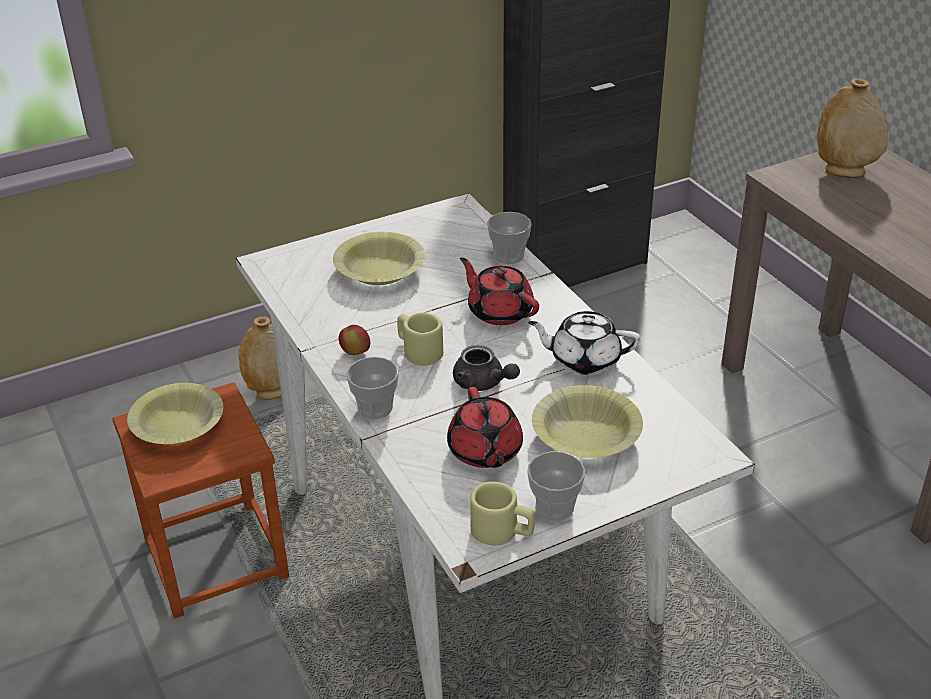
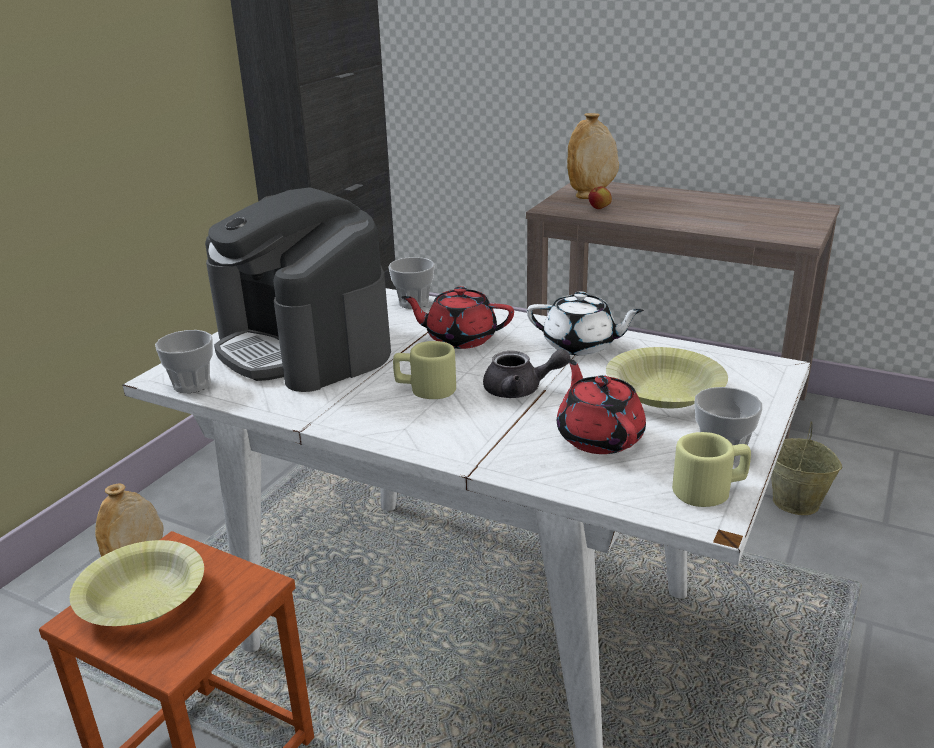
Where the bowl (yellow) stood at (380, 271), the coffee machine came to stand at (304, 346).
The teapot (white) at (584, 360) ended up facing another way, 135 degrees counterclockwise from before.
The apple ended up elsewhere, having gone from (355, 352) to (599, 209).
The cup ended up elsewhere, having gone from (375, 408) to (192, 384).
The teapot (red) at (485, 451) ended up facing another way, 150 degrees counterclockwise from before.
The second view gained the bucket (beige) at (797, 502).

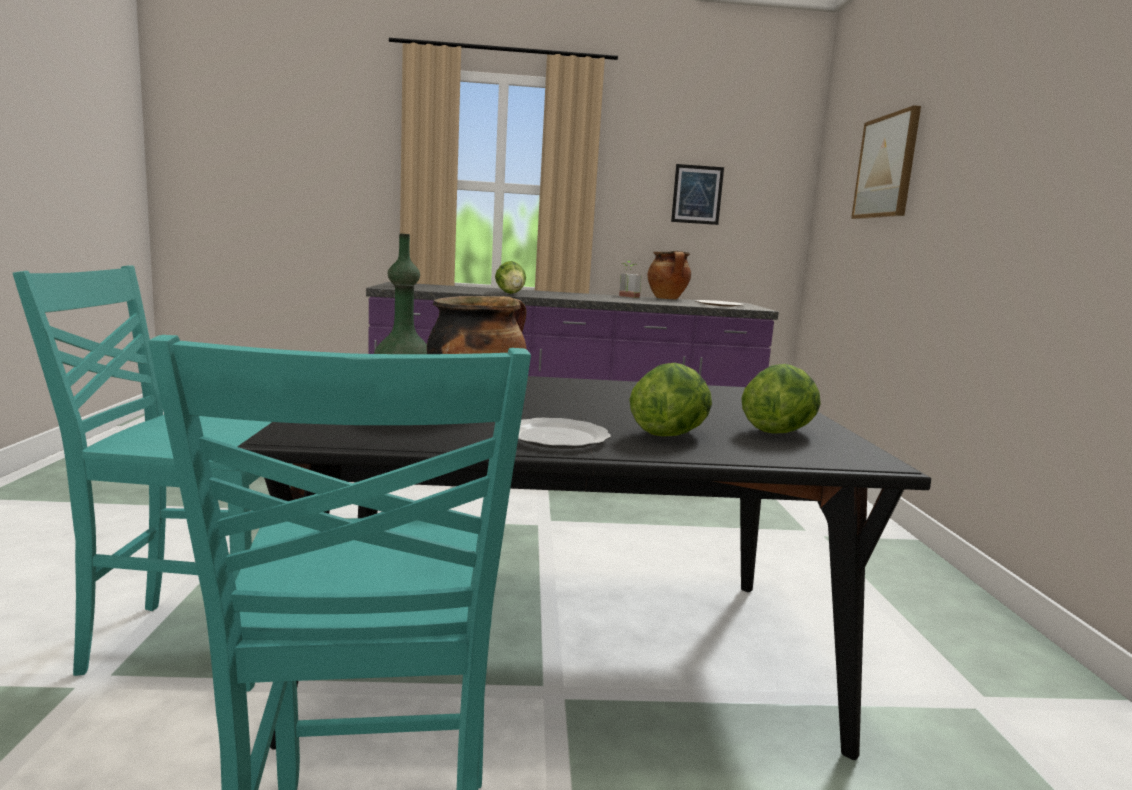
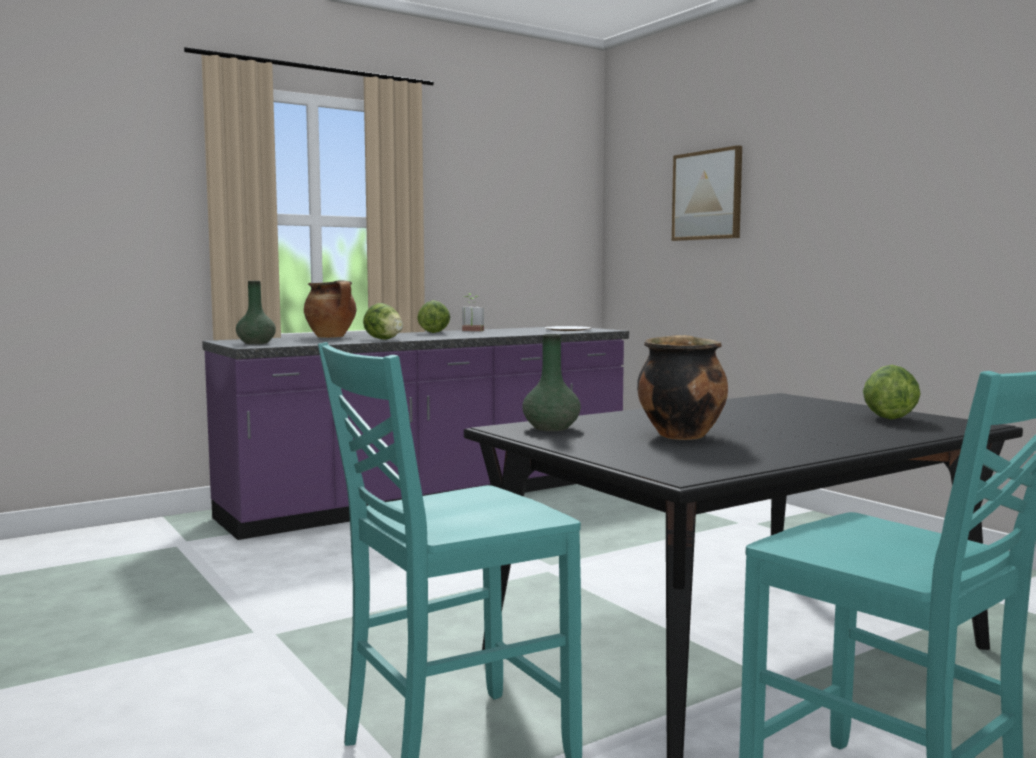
The second view lost the picture at (697, 194).
The cooking pot ended up elsewhere, having gone from (667, 299) to (332, 337).
The lettuce ended up elsewhere, having gone from (670, 434) to (434, 333).
The second view lost the plate at (556, 438).

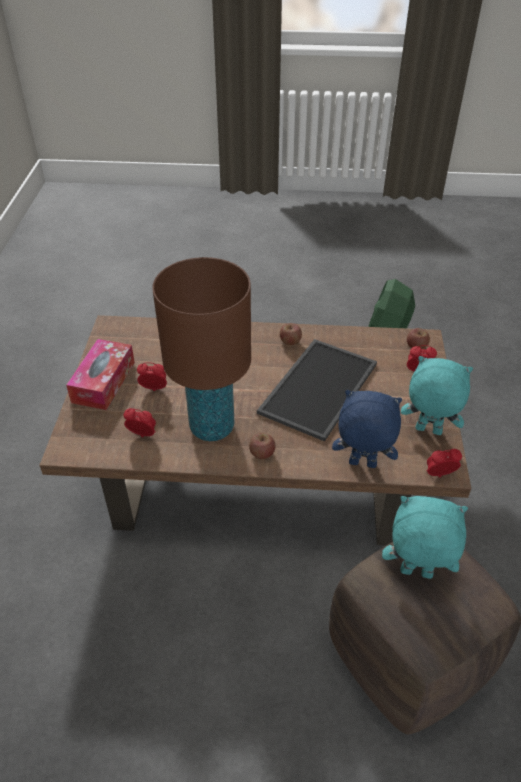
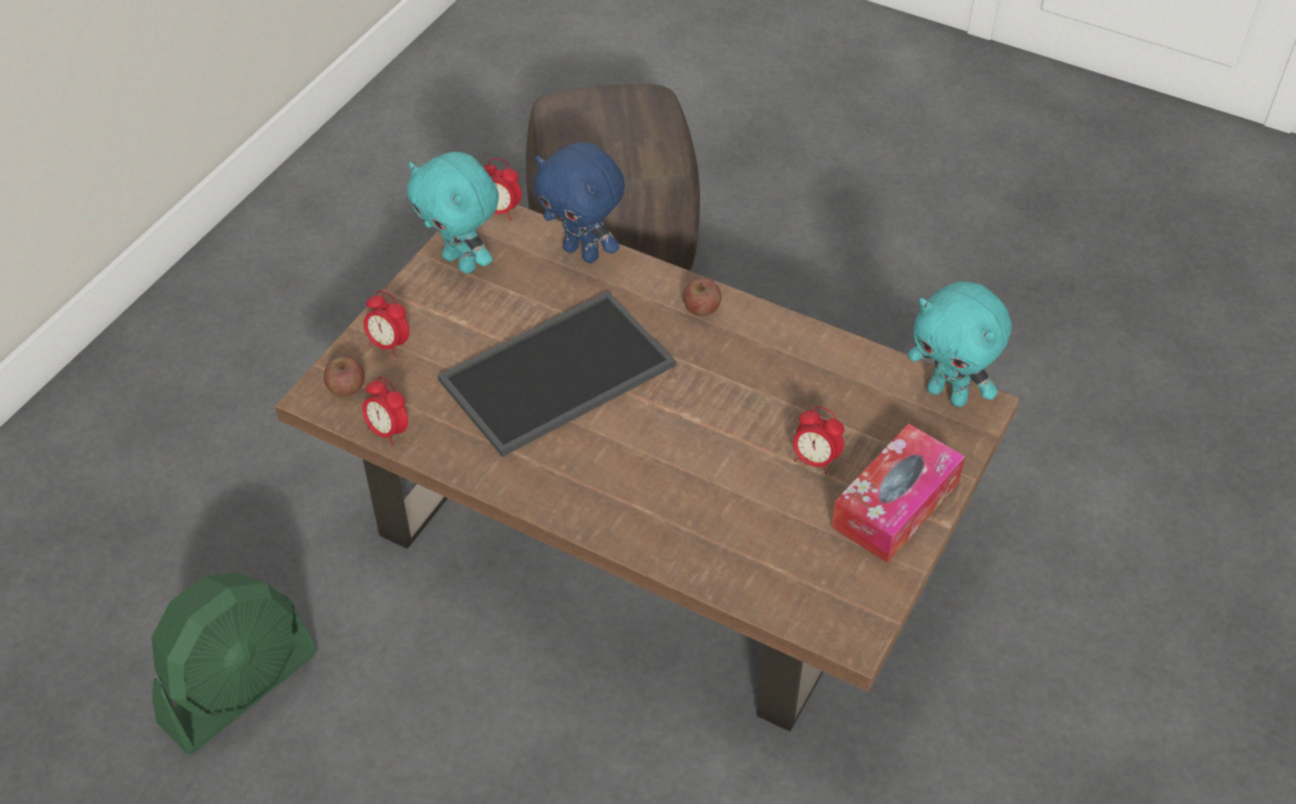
The second view lost the table lamp (brown) at (212, 427).
The second view lost the apple at (290, 341).
The alarm clock ended up elsewhere, having gone from (142, 435) to (388, 431).
The plush toy (turquoise) ended up elsewhere, having gone from (415, 574) to (948, 394).

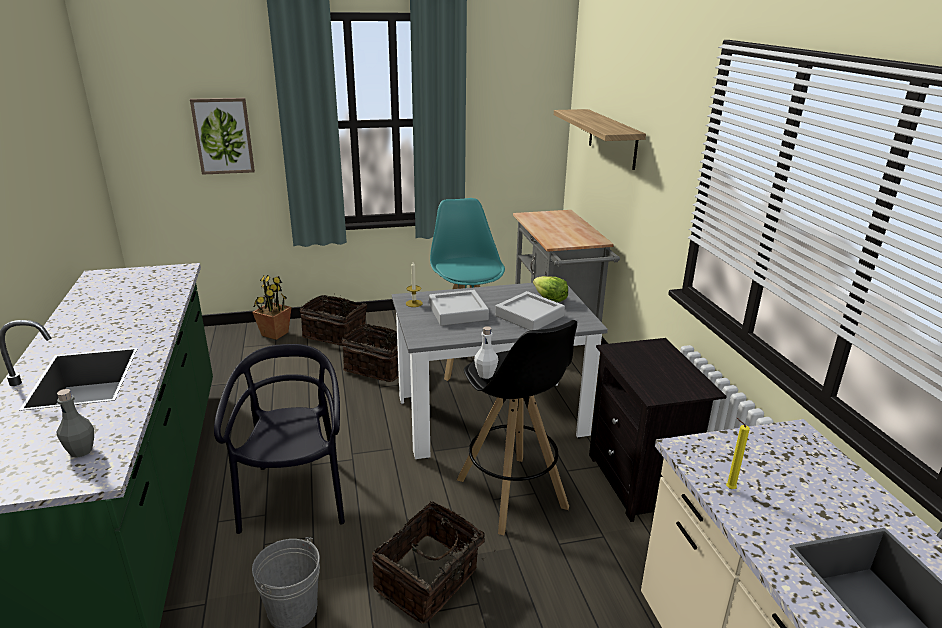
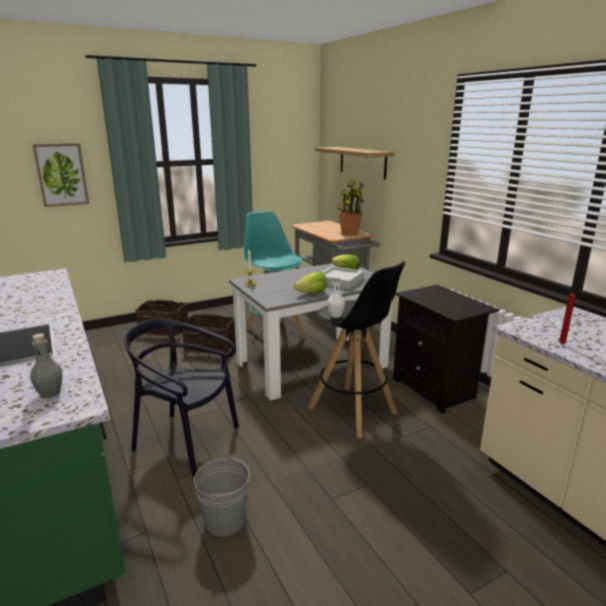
The potted plant ended up elsewhere, having gone from (274, 334) to (349, 234).
The second view lost the tray (grey) at (458, 312).
The chair (black) at (295, 496) ended up facing another way, 45 degrees counterclockwise from before.
What was the candle (yellow) at (728, 488) turned into the candle (red) at (560, 344).
The second view lost the basket at (429, 581).
The second view gained the lettuce at (312, 293).

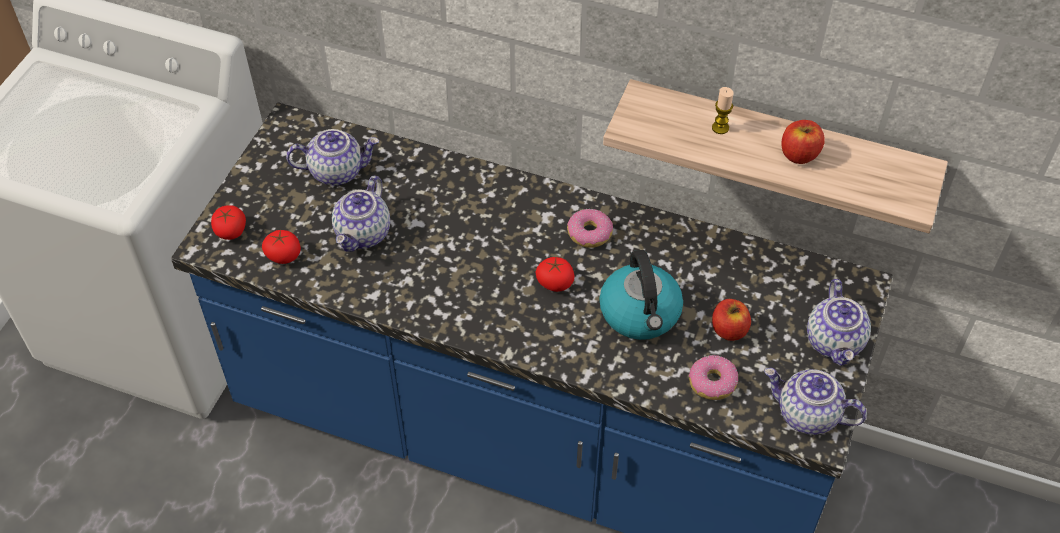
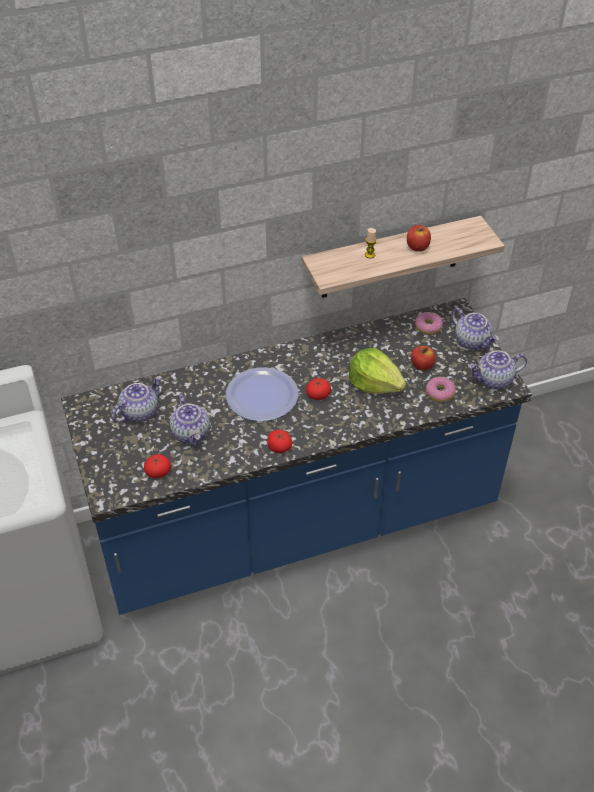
The tomato ended up elsewhere, having gone from (230, 231) to (279, 447).
The donut ended up elsewhere, having gone from (589, 233) to (428, 327).
Where the kettle stood at (640, 314), the lettuce came to stand at (374, 383).
The second view gained the plate at (262, 396).

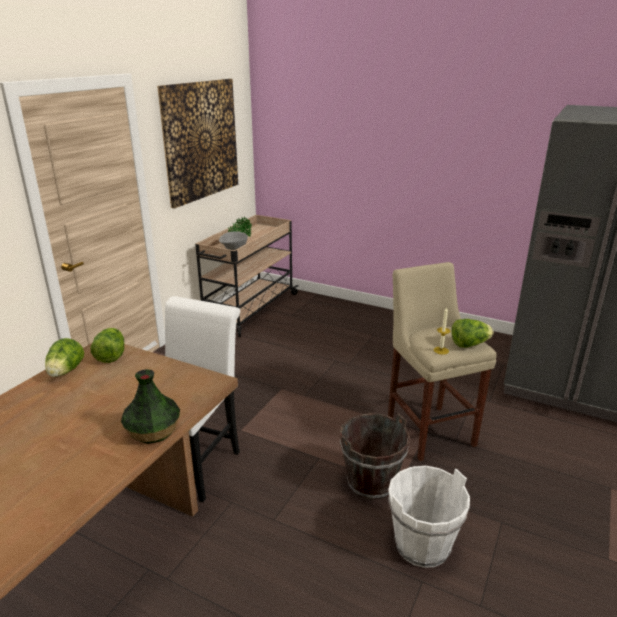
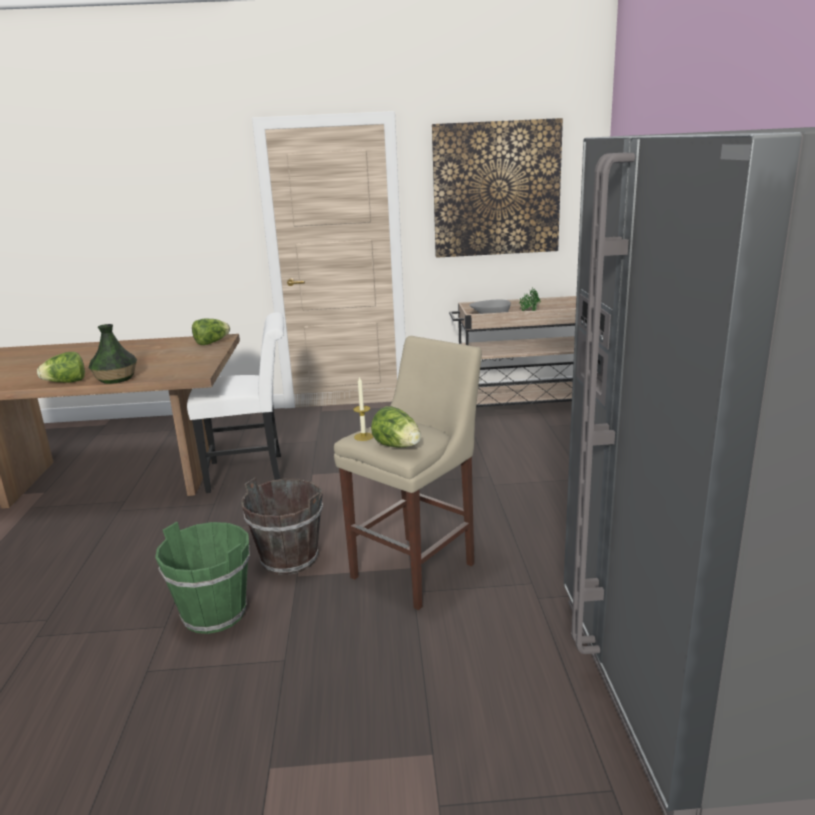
The lettuce ended up elsewhere, having gone from (66, 372) to (66, 382).
What was the bucket (white) at (422, 544) turned into the bucket (green) at (215, 613).

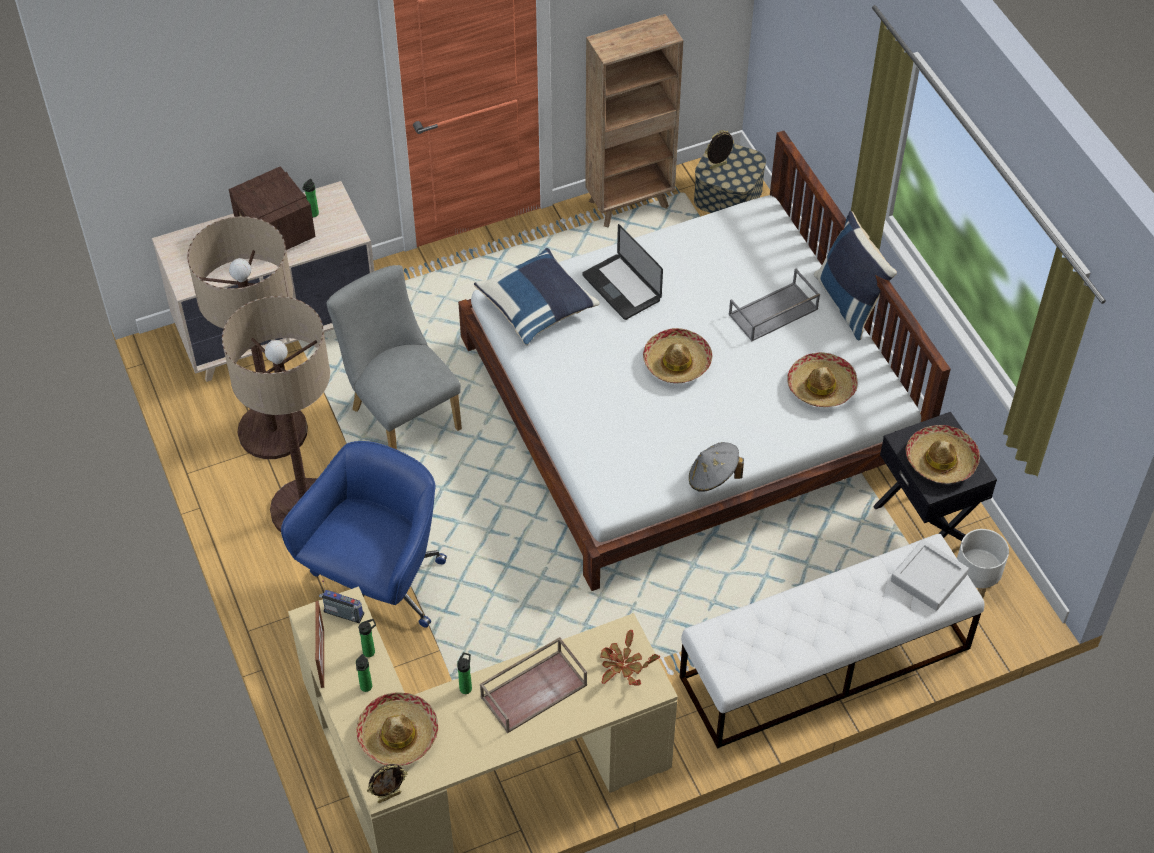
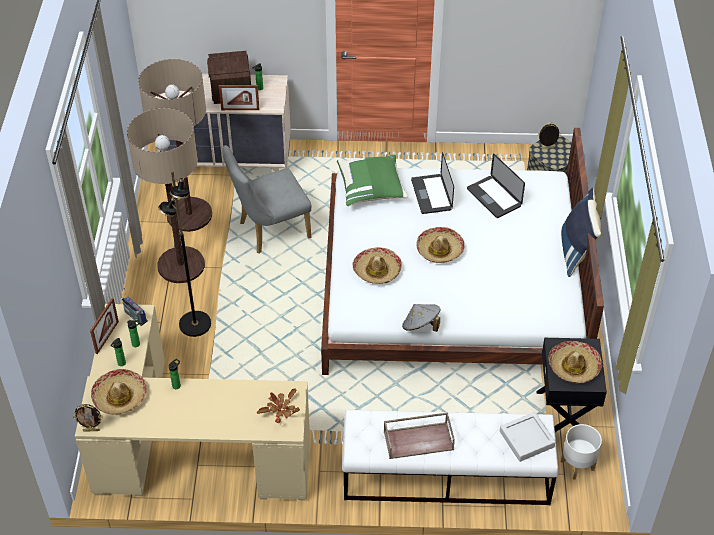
The second view lost the bookcase (brown) at (630, 203).
What was the pillow (blue) at (537, 308) turned into the pillow (green) at (371, 189).
The chair (grey) at (400, 414) ended up facing another way, 105 degrees counterclockwise from before.
The second view lost the tray (grey) at (773, 313).
The hat ended up elsewhere, having gone from (821, 386) to (377, 270).
Where the office chair (blue) stood at (377, 588), the floor lamp (black) came to stand at (194, 324).
The tray (brown) ended up elsewhere, having gone from (534, 690) to (419, 440).
The second view gained the picture frame at (240, 109).
The second view gained the laptop at (494, 197).

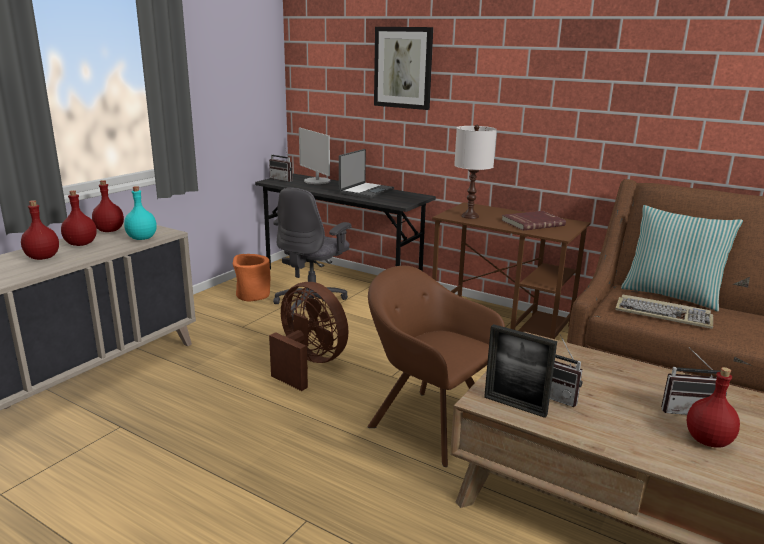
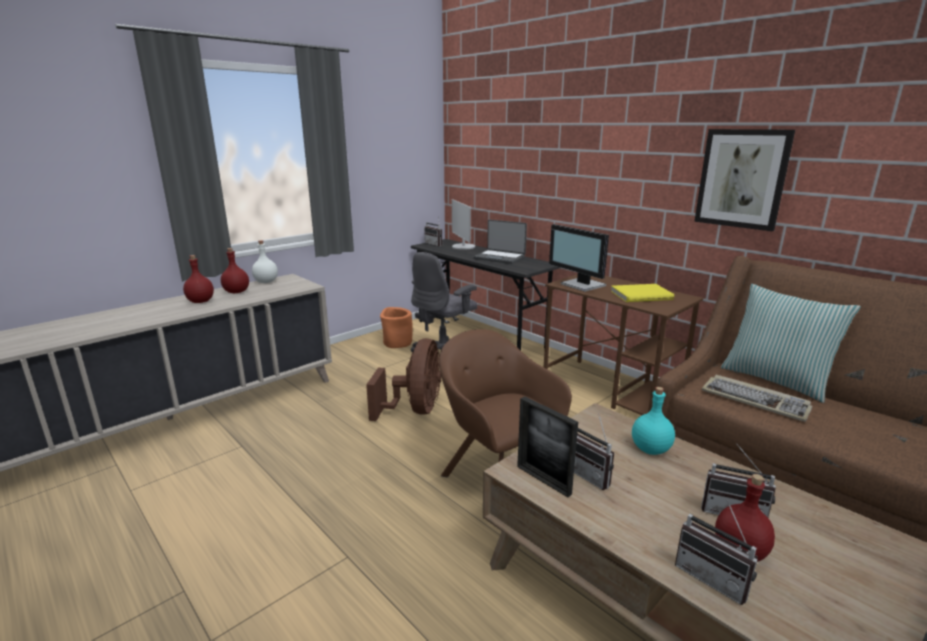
The picture ended up elsewhere, having gone from (403, 68) to (742, 179).
Where the table lamp (white) stood at (470, 216), the monitor came to stand at (582, 285).
The laptop at (366, 191) ended up facing another way, 75 degrees clockwise from before.
What was the bottle (red) at (109, 231) turned into the bottle (white) at (266, 282).
The bottle (turquoise) ended up elsewhere, having gone from (141, 238) to (650, 449).
What was the book (red) at (532, 223) turned into the book (yellow) at (640, 295).
The fan (brown) at (308, 364) ended up facing another way, 45 degrees clockwise from before.
The second view gained the radio at (714, 577).

